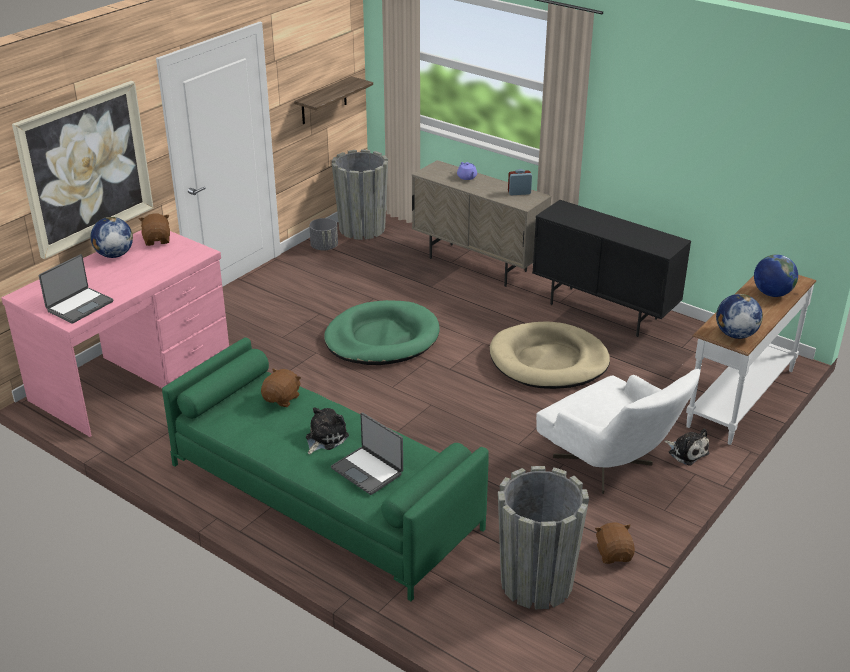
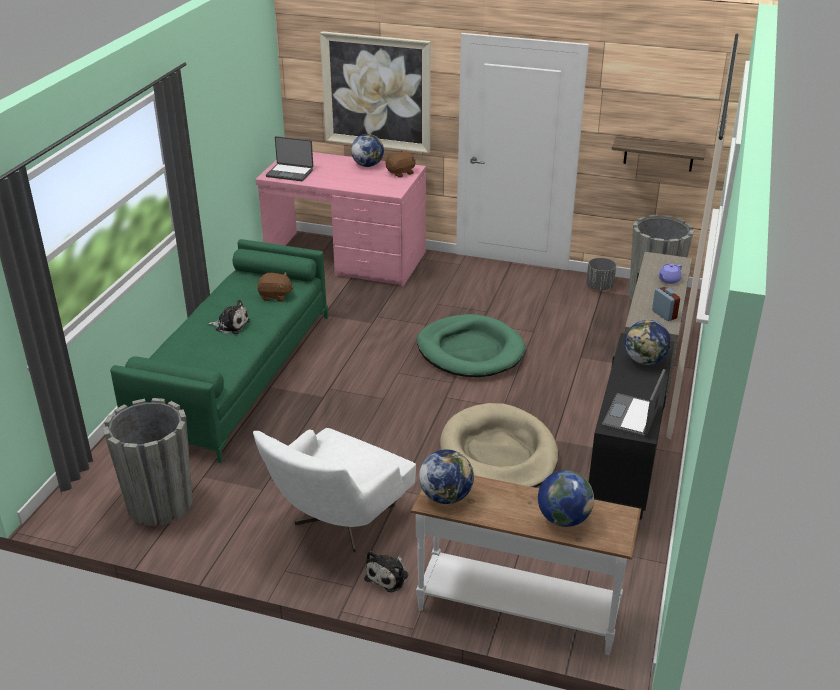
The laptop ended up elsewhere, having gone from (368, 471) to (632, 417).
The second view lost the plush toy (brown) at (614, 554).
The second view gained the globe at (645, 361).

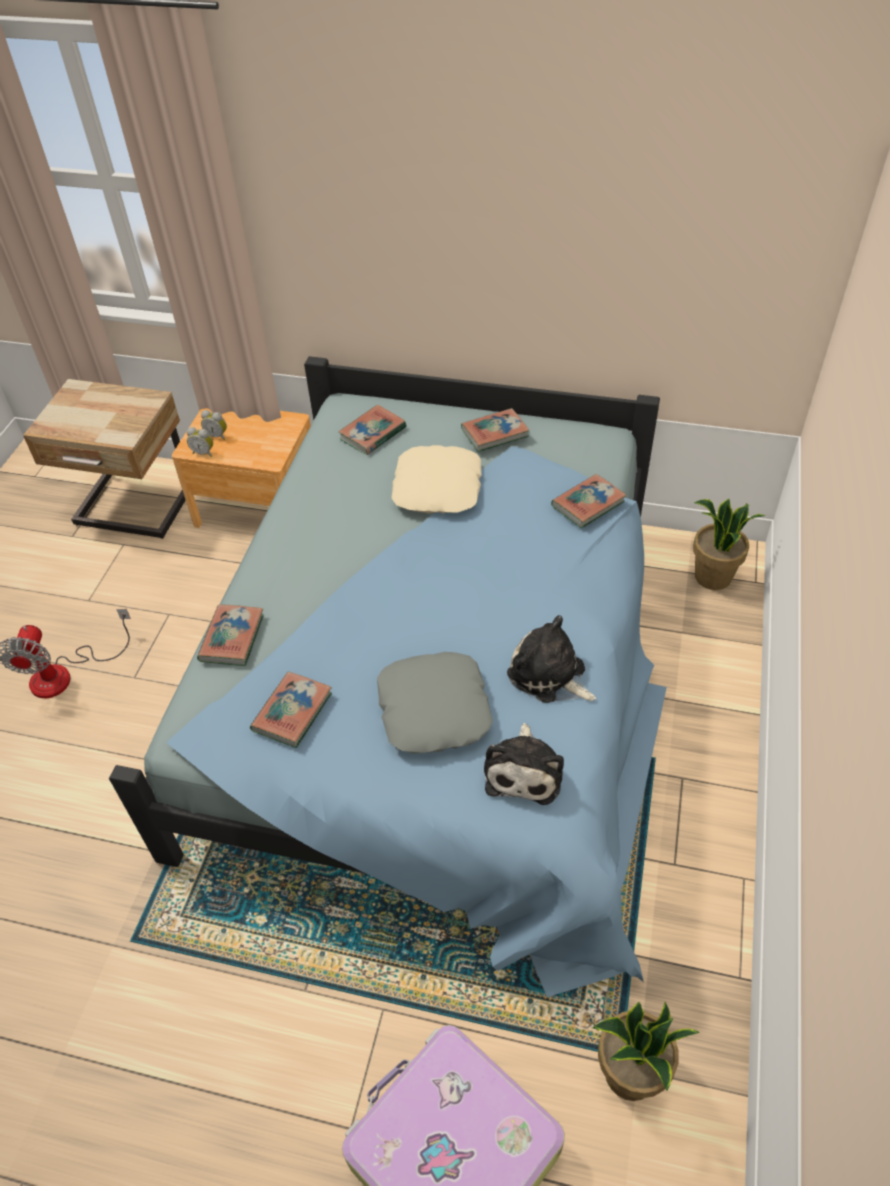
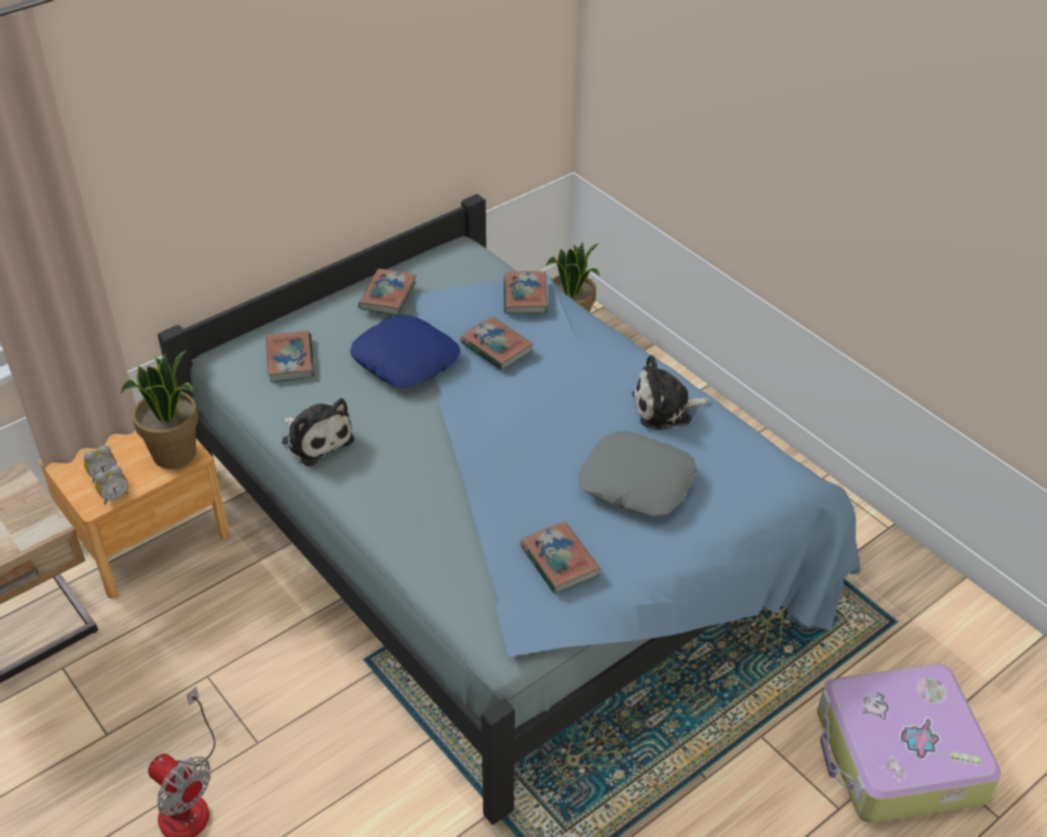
What was the pillow (beige) at (438, 488) turned into the pillow (blue) at (406, 360).
The book ended up elsewhere, having gone from (232, 638) to (496, 347).
The plush toy ended up elsewhere, having gone from (524, 770) to (316, 439).
The potted plant ended up elsewhere, having gone from (630, 1074) to (175, 454).

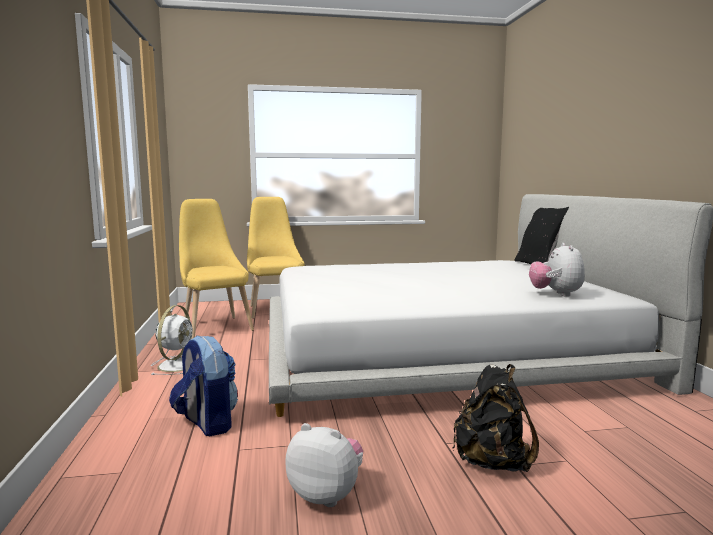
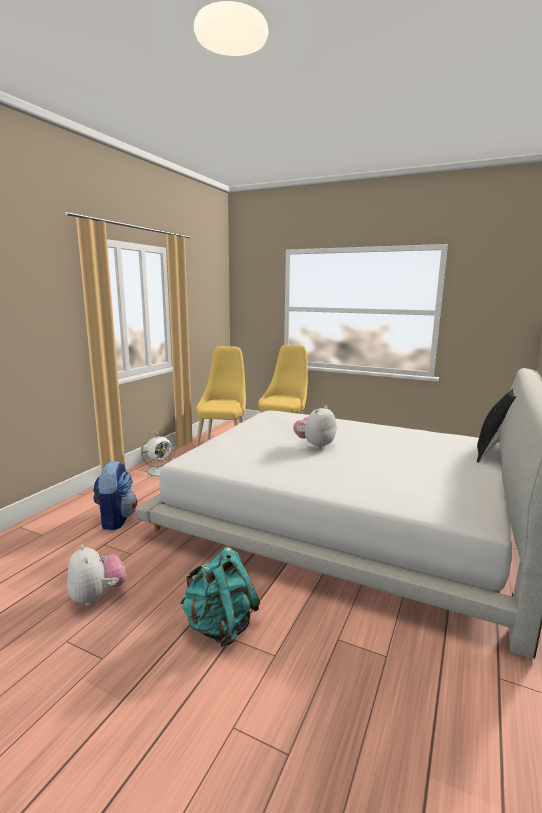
The plush toy ended up elsewhere, having gone from (556, 294) to (315, 445).
What was the backpack (black) at (492, 462) turned into the backpack (turquoise) at (220, 626).

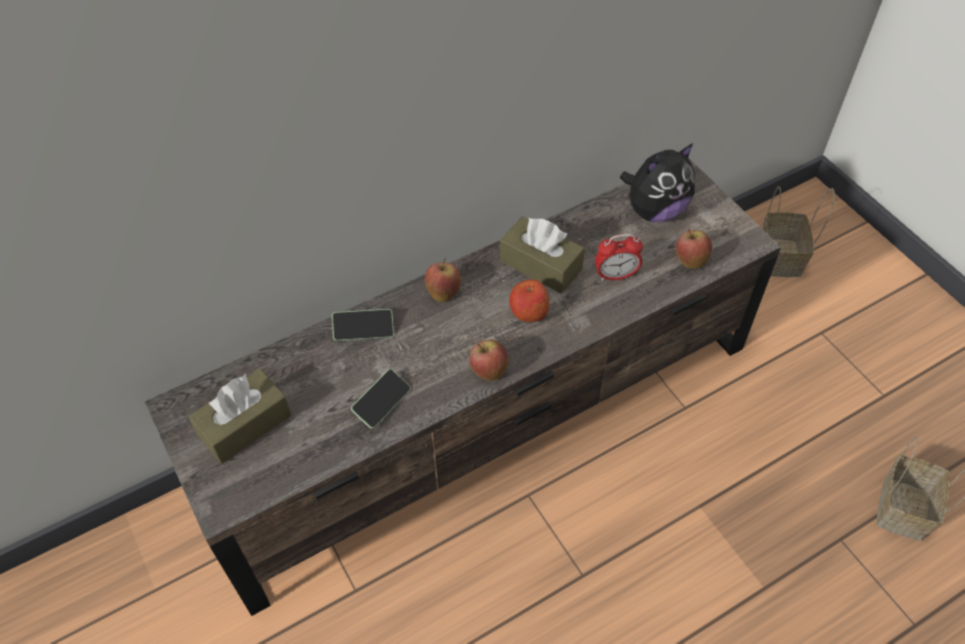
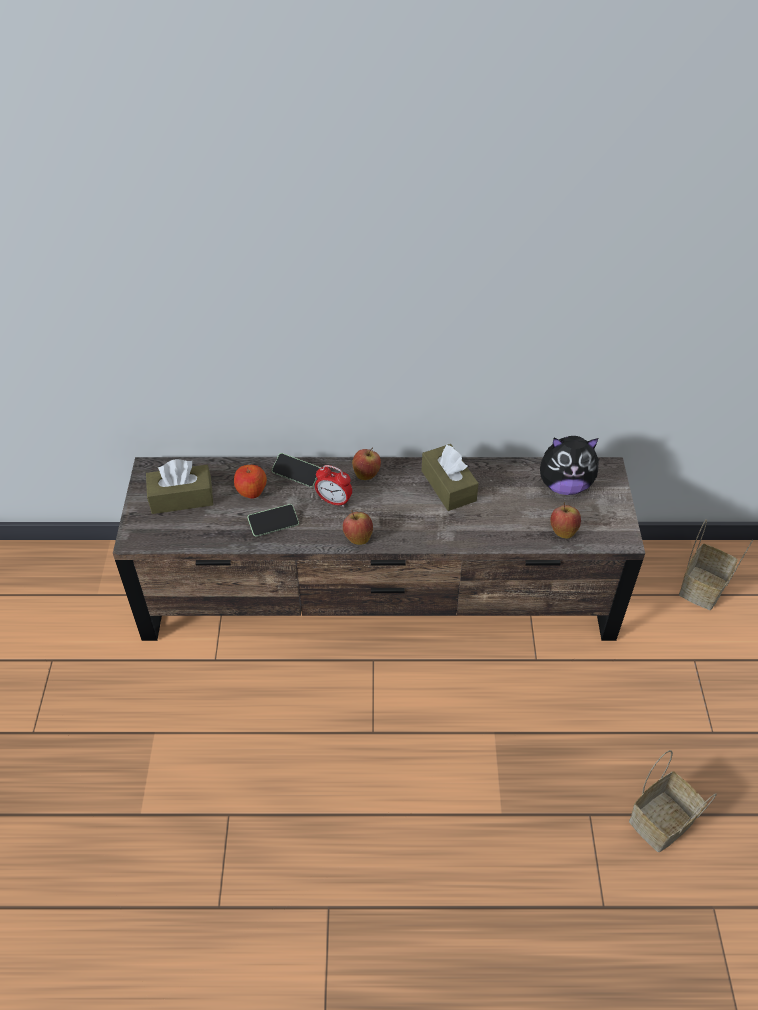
The alarm clock ended up elsewhere, having gone from (615, 275) to (334, 501).
The apple ended up elsewhere, having gone from (528, 311) to (251, 490).

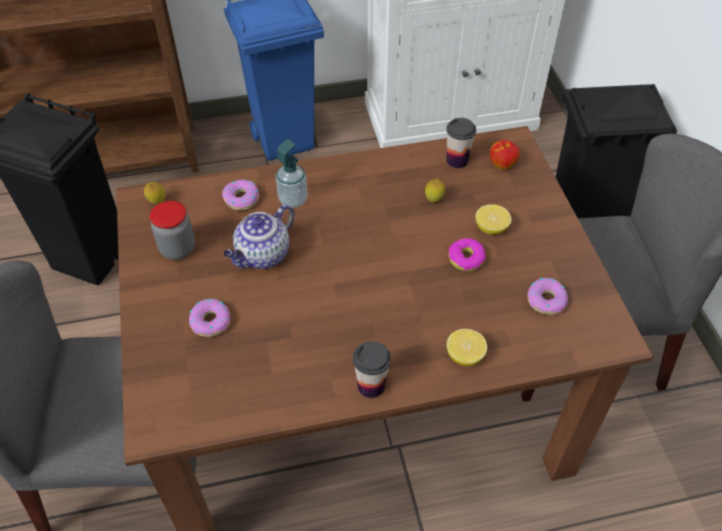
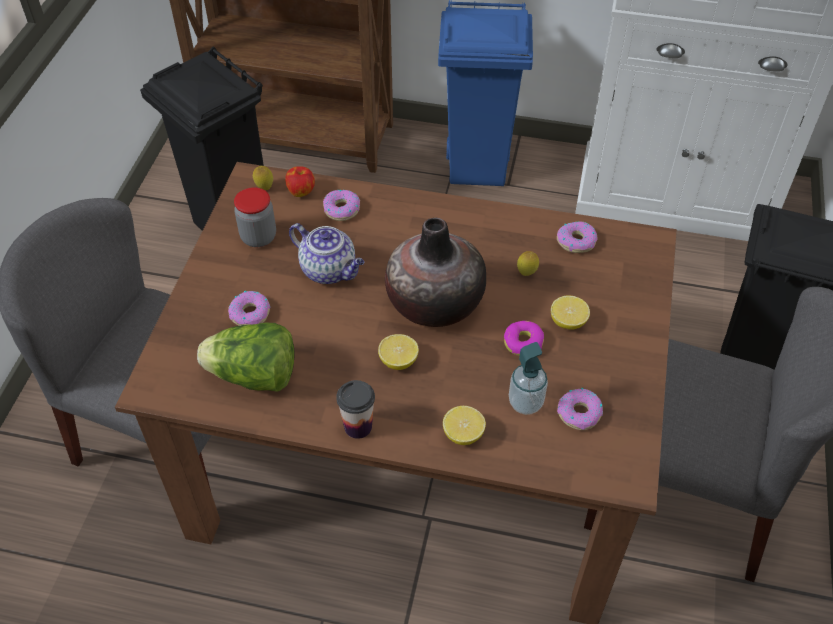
Where the cup stood at (457, 160), the donut came to stand at (576, 241).
The soap dispenser ended up elsewhere, having gone from (293, 200) to (525, 403).
The apple ended up elsewhere, having gone from (502, 164) to (301, 191).
The teapot at (262, 256) ended up facing another way, 120 degrees counterclockwise from before.
The second view gained the vase at (434, 303).
The second view gained the lettuce at (254, 376).
The second view gained the lemon at (398, 361).

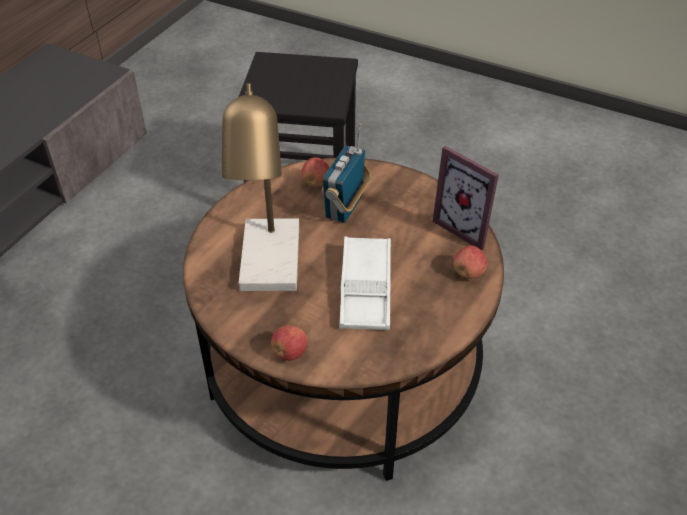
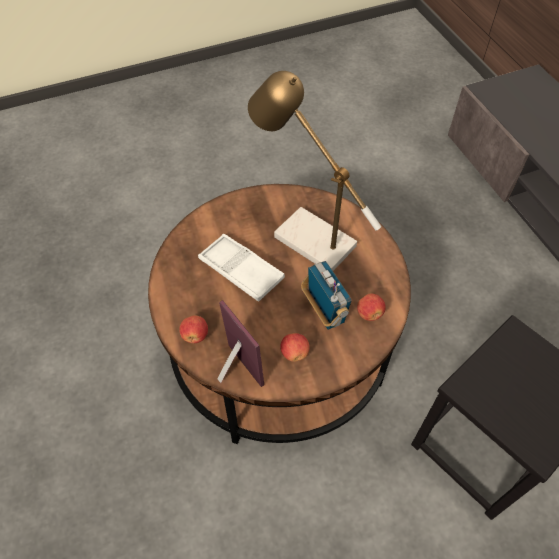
The picture frame at (467, 227) ended up facing another way, 60 degrees clockwise from before.
The apple ended up elsewhere, having gone from (289, 353) to (294, 353).

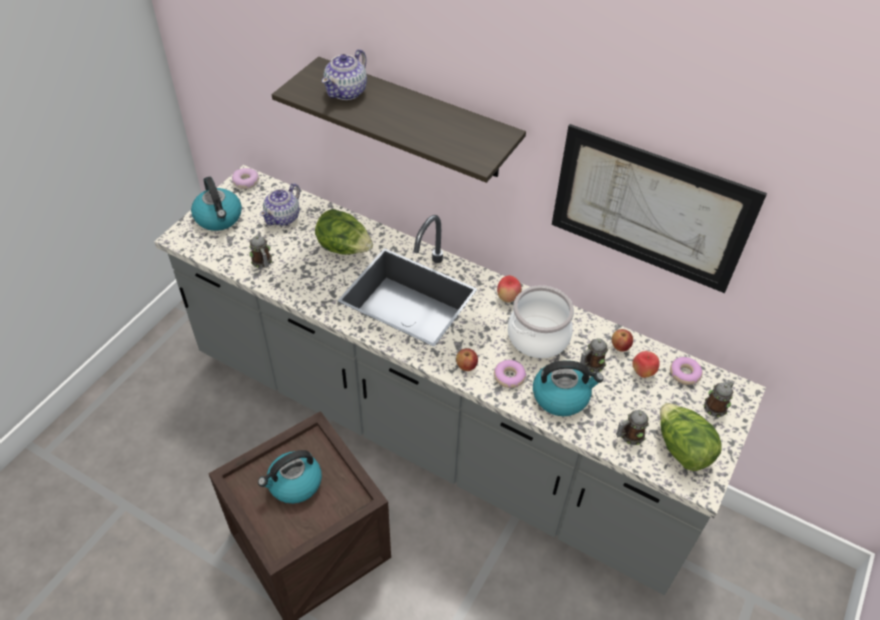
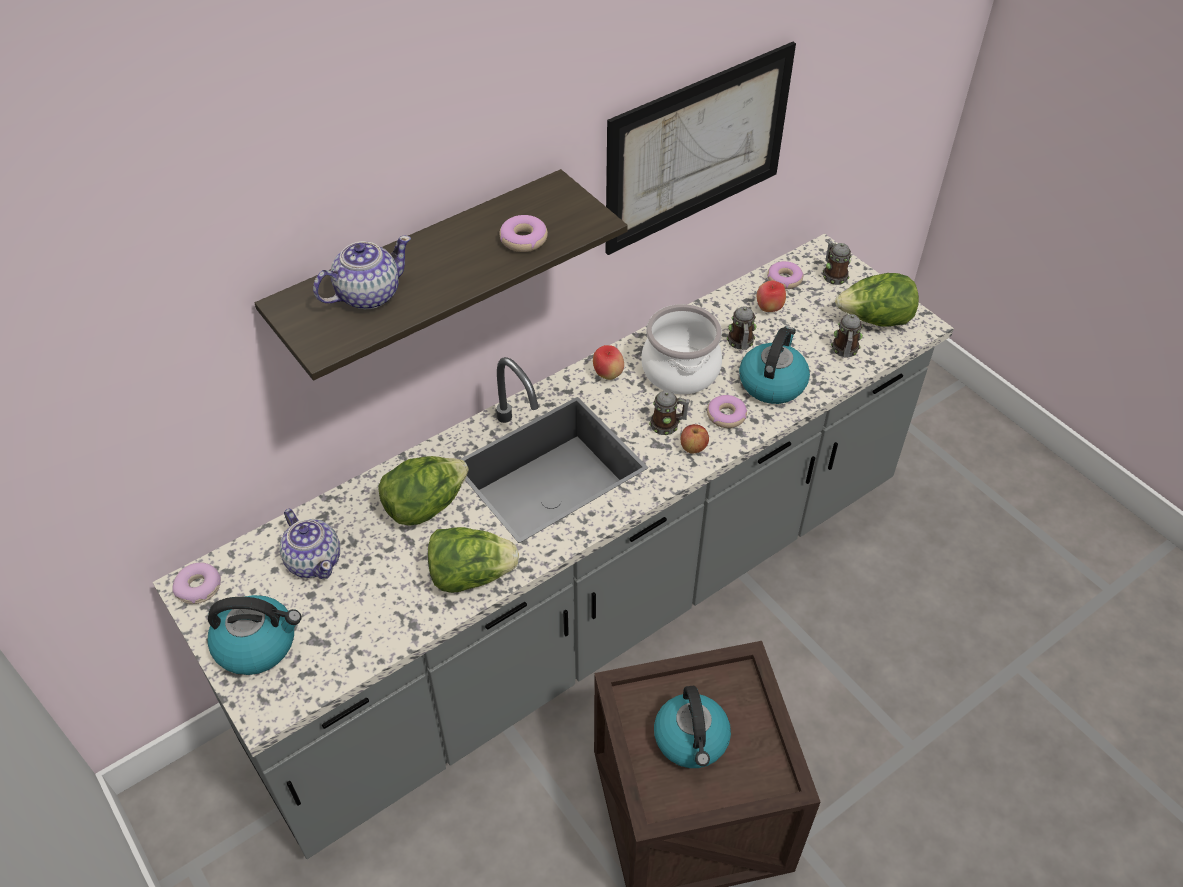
The teapot at (347, 92) ended up facing another way, 90 degrees counterclockwise from before.
The mug ended up elsewhere, having gone from (263, 263) to (668, 425).
The second view lost the apple at (620, 347).
The second view gained the donut at (524, 239).
The second view gained the lettuce at (471, 575).

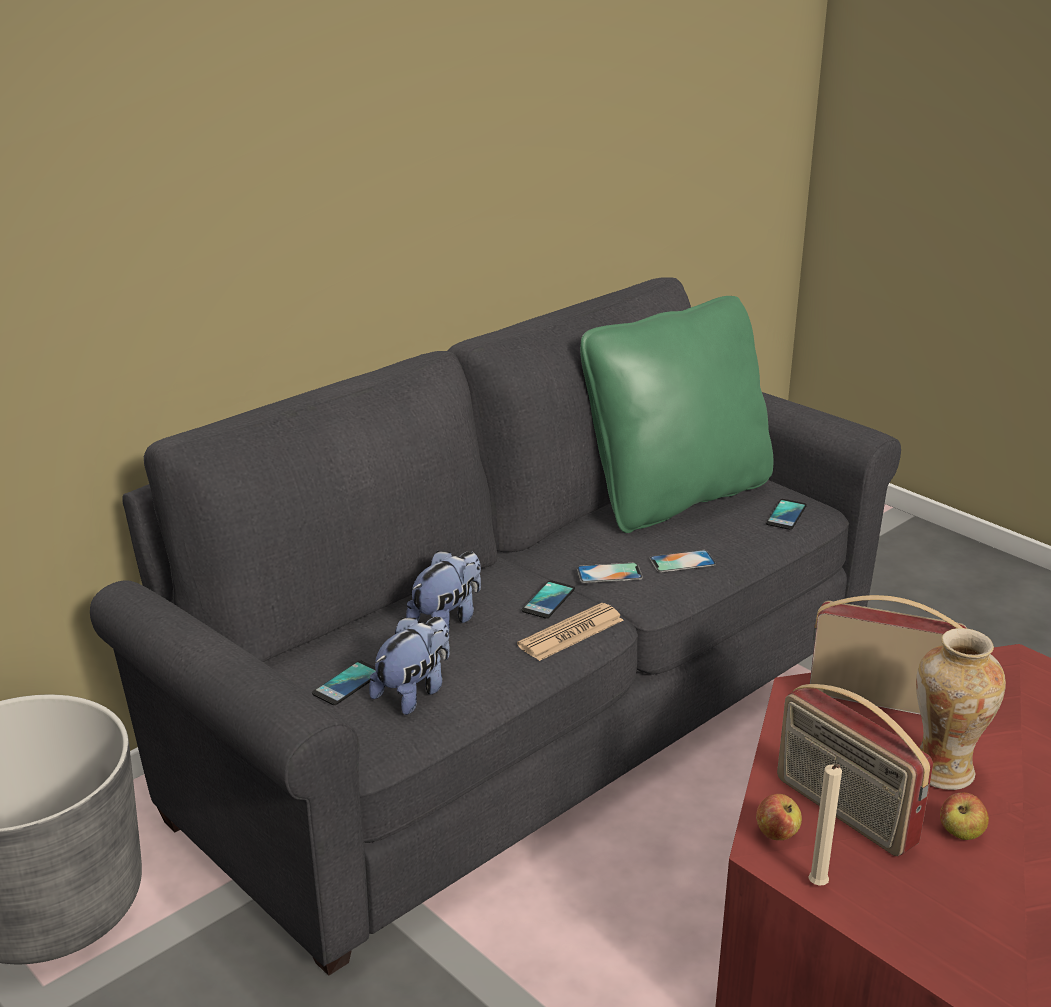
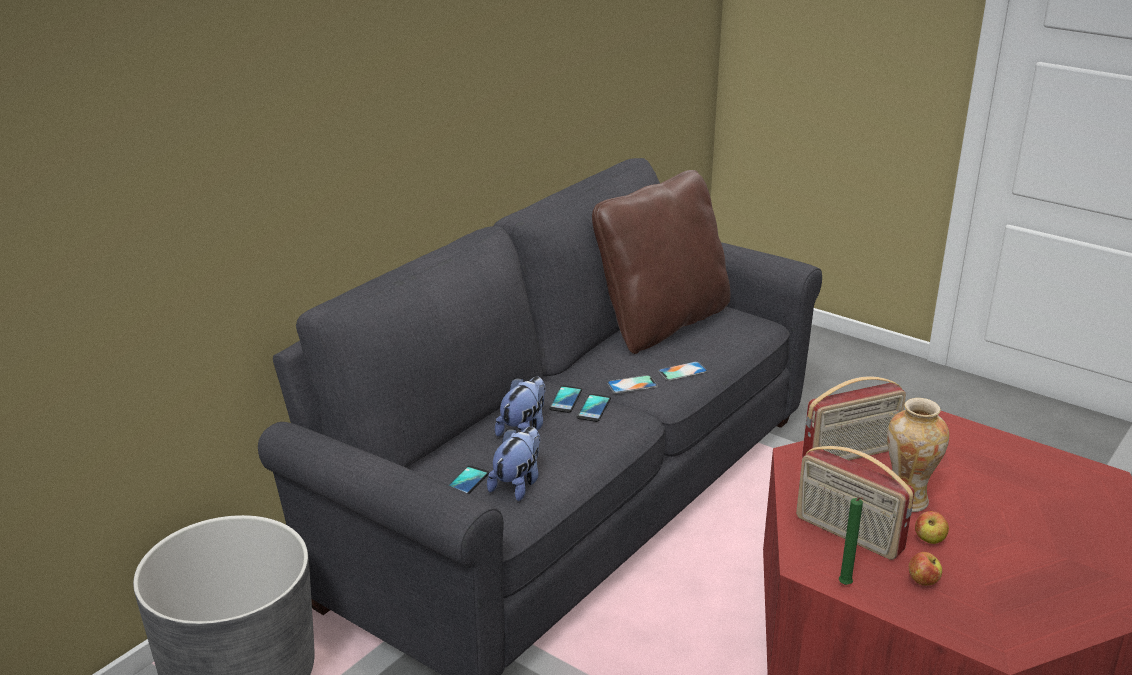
What was the pillow (green) at (675, 496) turned into the pillow (brown) at (661, 323).
The phone ended up elsewhere, having gone from (786, 515) to (565, 400).
The radio at (881, 698) ended up facing another way, 150 degrees clockwise from before.
The second view lost the newspaper at (571, 633).
What was the candle (beige) at (818, 887) turned into the candle (green) at (845, 586).
The apple ended up elsewhere, having gone from (777, 834) to (923, 581).

